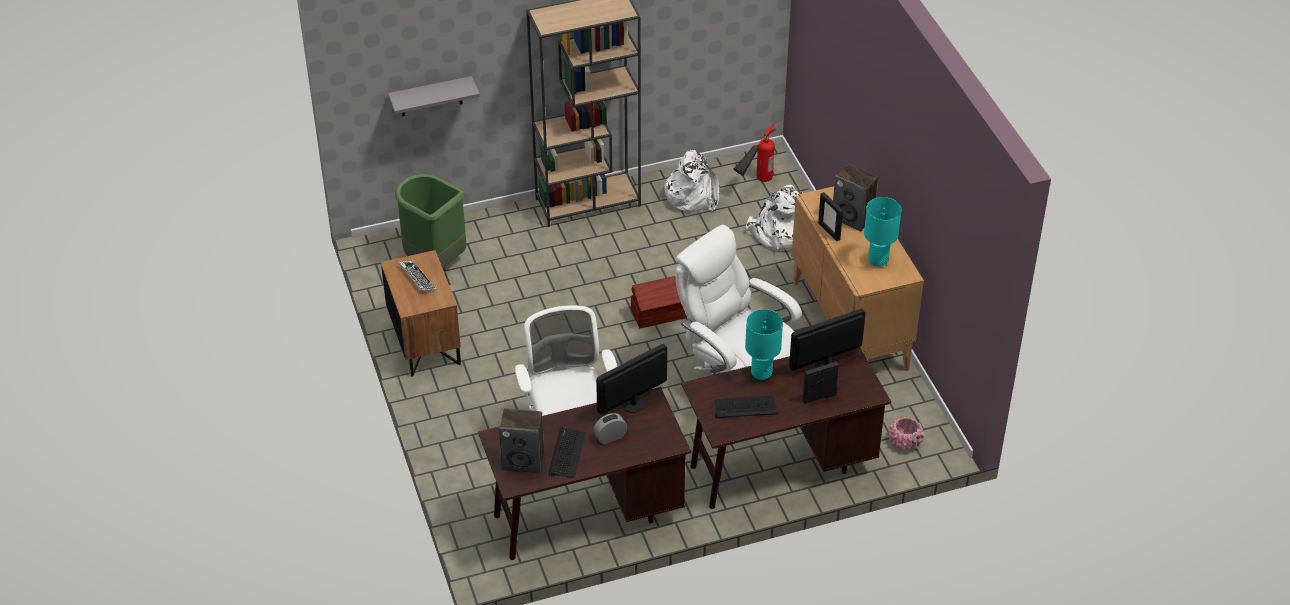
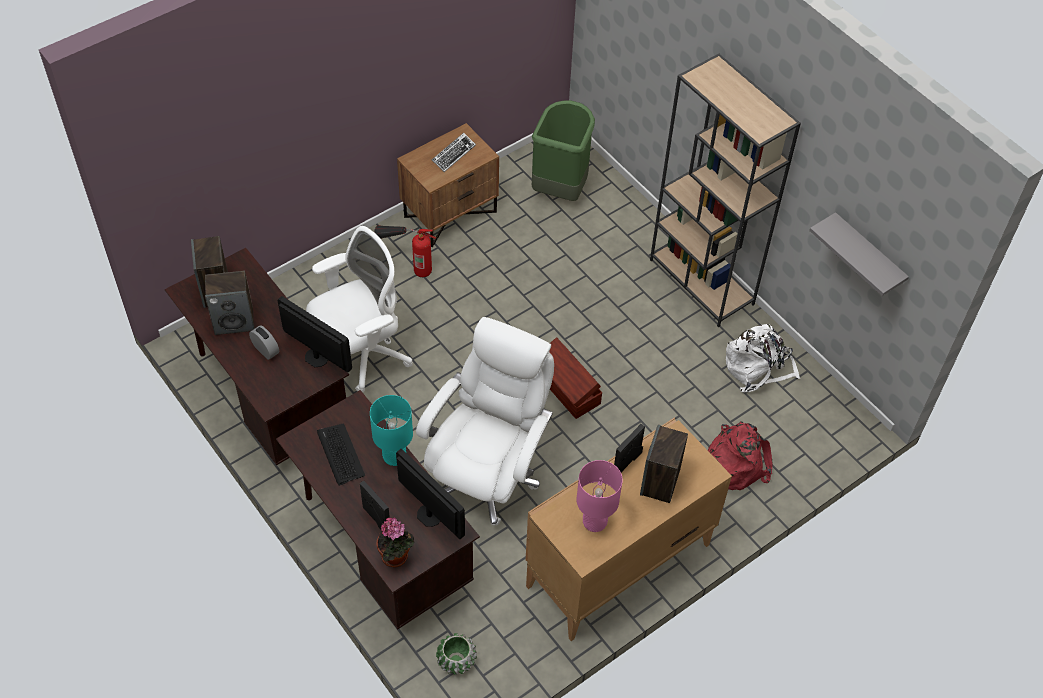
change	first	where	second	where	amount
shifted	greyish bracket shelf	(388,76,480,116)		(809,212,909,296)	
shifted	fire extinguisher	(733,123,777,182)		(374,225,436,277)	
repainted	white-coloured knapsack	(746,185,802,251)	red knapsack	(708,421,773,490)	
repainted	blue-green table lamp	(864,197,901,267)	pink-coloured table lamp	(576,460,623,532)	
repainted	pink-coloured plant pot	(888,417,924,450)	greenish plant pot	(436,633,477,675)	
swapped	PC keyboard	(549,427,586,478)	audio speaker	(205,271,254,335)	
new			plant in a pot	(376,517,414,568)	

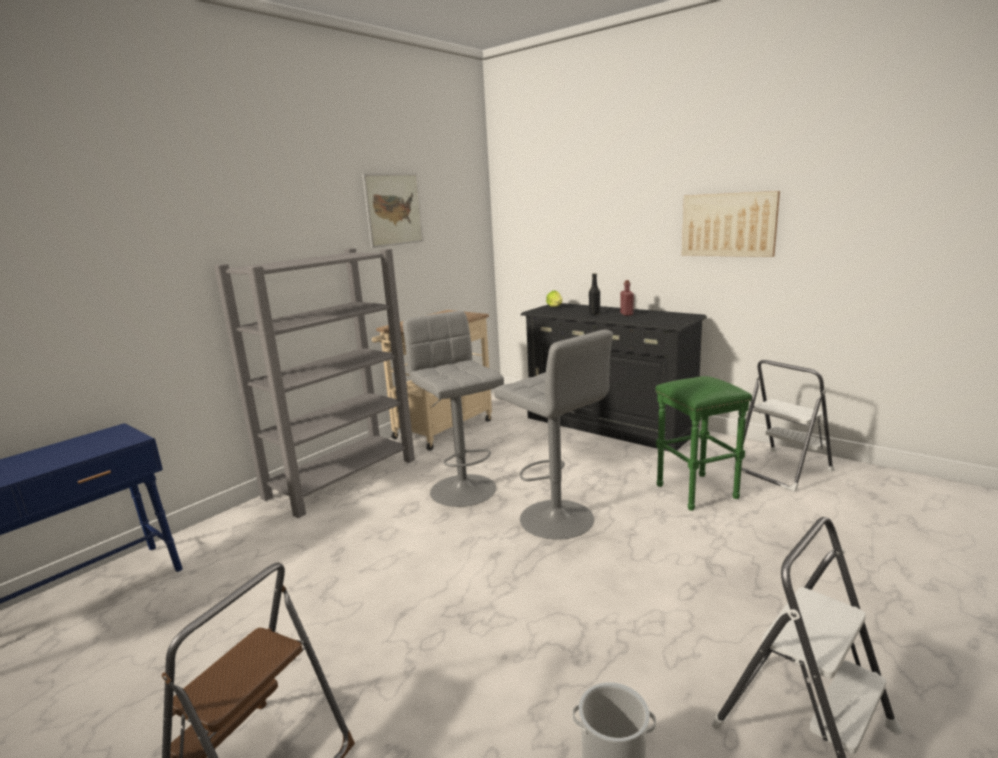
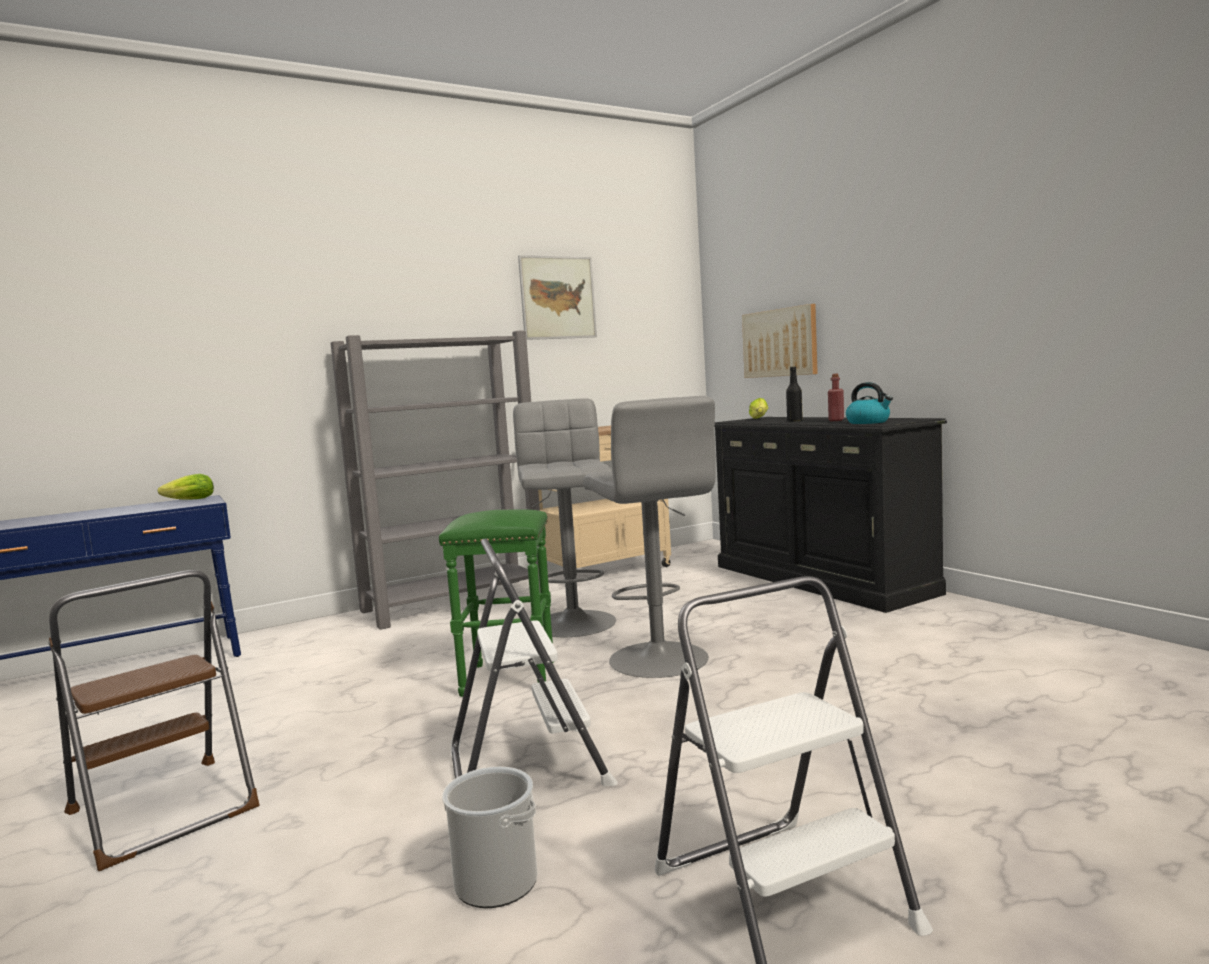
change	first	where	second	where	amount
shifted	picture	(682,191,780,257)		(742,304,818,378)	
shifted	white-coloured step stool	(733,360,835,492)		(451,538,618,787)	
shifted	greenish sitting stool	(656,376,752,510)		(439,510,554,697)	
new			water kettle	(846,382,893,424)	
new			lettuce	(158,474,214,500)	

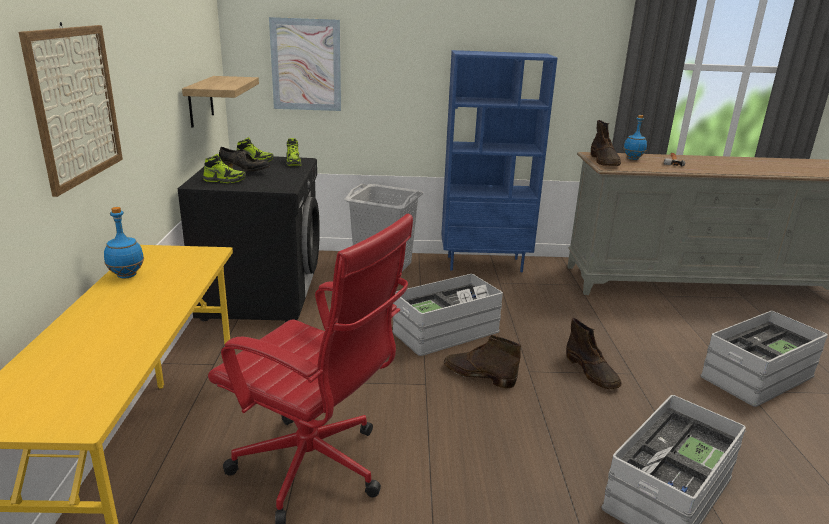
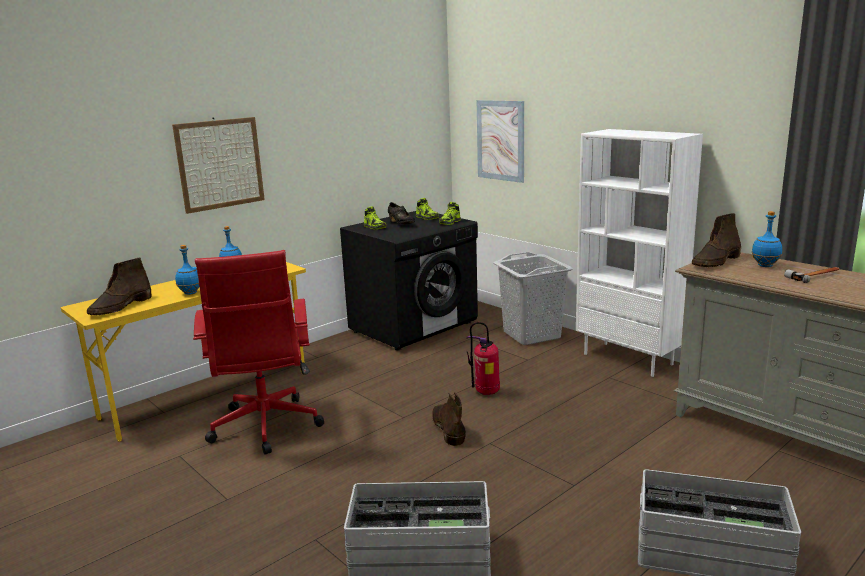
change	first	where	second	where	amount
repainted	bluish bookcase	(441,50,558,272)	white-coloured bookcase	(576,129,703,377)	
gone	bracket shelf	(182,76,259,128)			
swapped	greyish storage container	(392,274,503,356)	fire extinguisher	(466,322,500,395)	
shifted	brown tall boot	(566,318,622,389)		(87,258,151,315)	
new			bluish drink bottle	(175,245,199,295)	

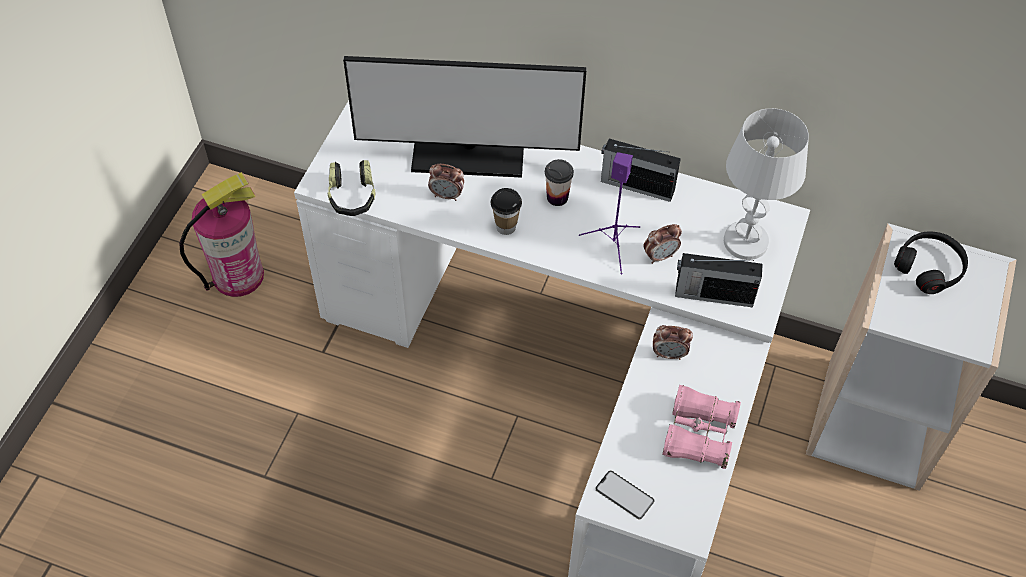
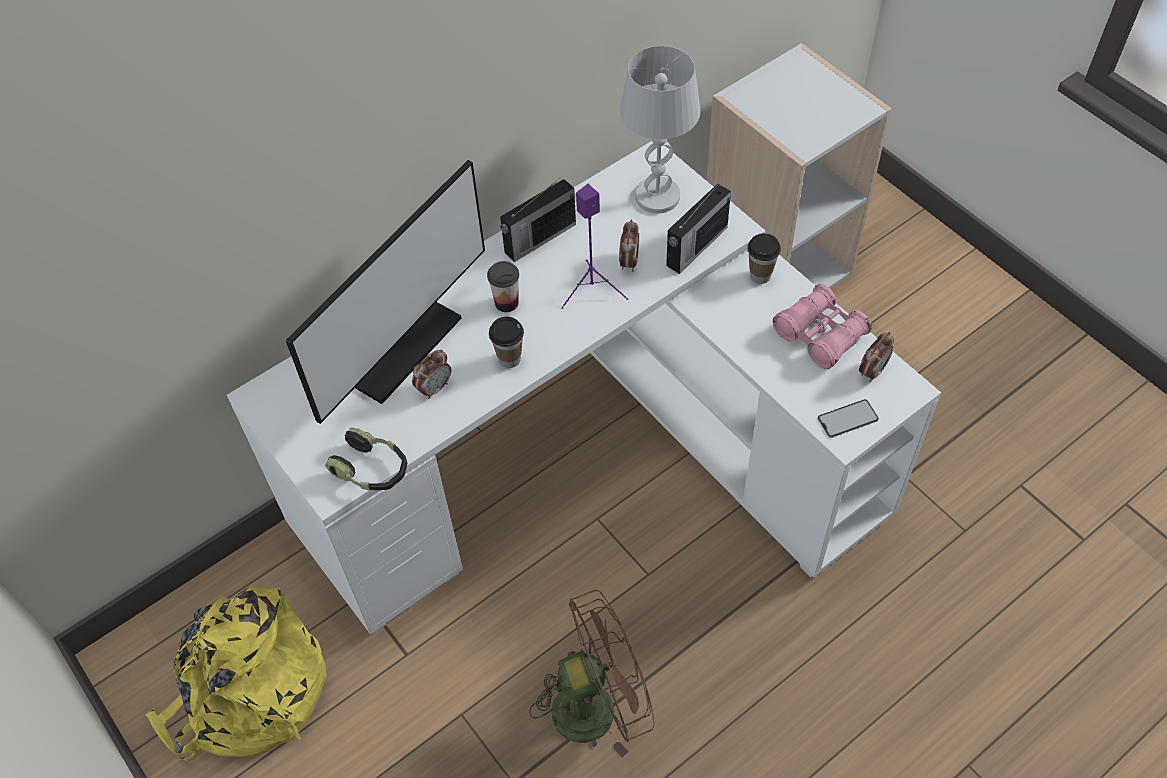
change	first	where	second	where	amount
swapped	fire extinguisher	(179,172,264,297)	yellow knapsack	(146,587,327,761)	
gone	black pair of headphones	(894,232,968,294)			
shifted	bedside clock	(653,325,693,360)		(859,332,894,382)	
new			drinking cup	(747,233,781,284)	
new			brown fan	(529,590,655,757)	

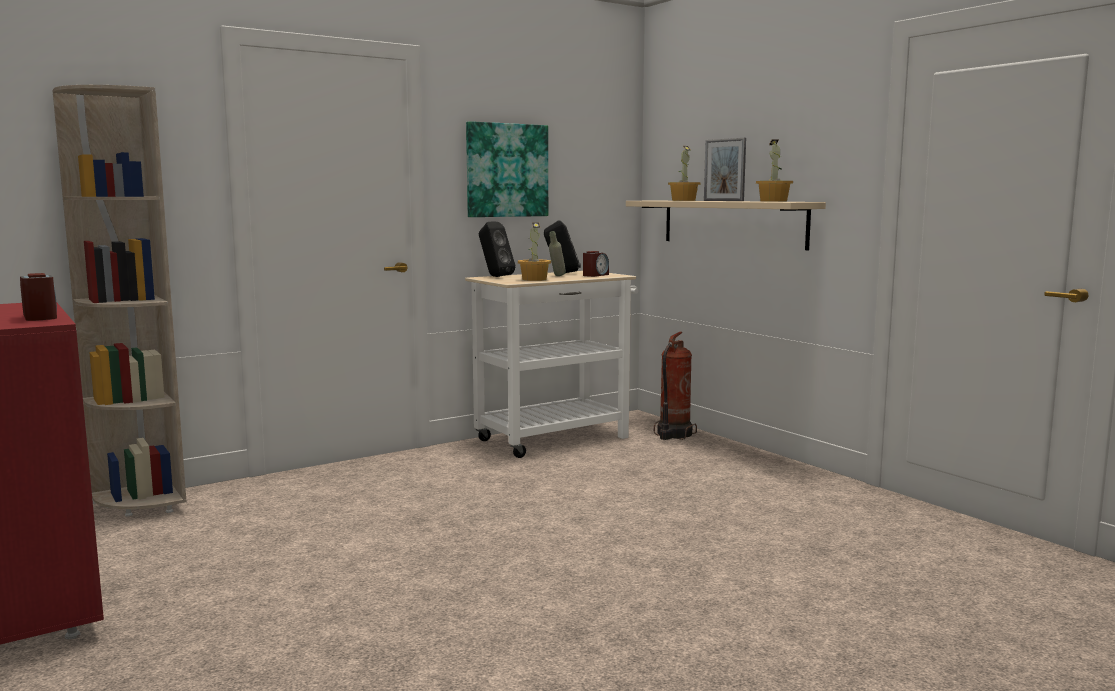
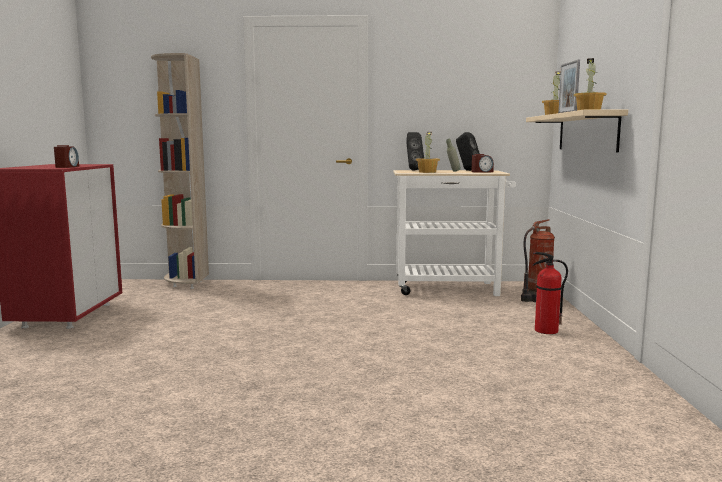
change	first	where	second	where	amount
gone	picture	(466,121,548,217)			
new			fire extinguisher	(533,252,568,334)	

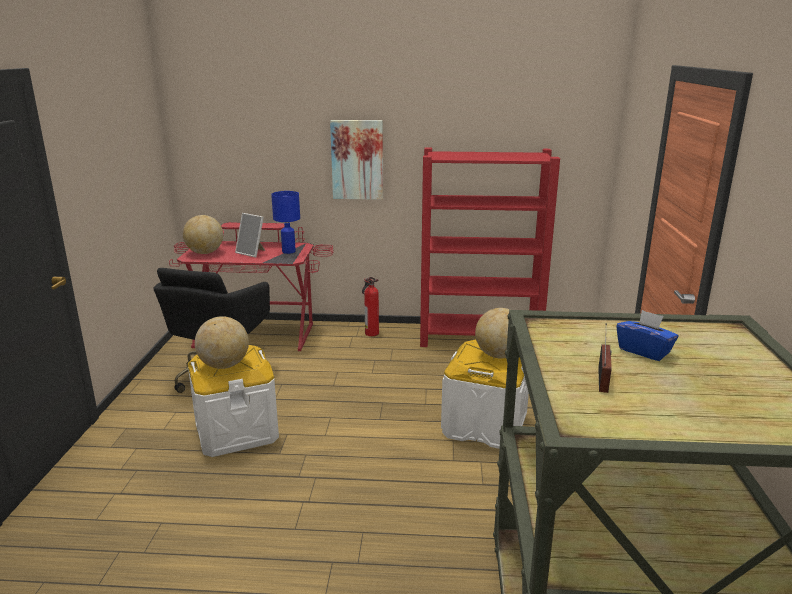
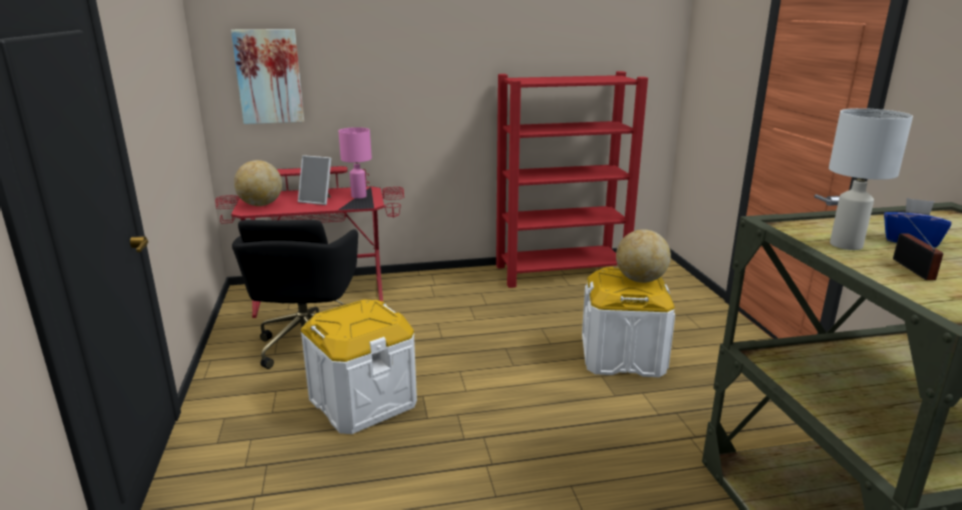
change	first	where	second	where	amount
shifted	picture	(330,120,383,200)		(231,29,304,124)	
repainted	bluish table lamp	(271,191,300,254)	pink-coloured table lamp	(339,127,372,199)	
gone	fire extinguisher	(362,277,379,336)			
gone	world globe	(195,316,249,369)			
new			white-coloured table lamp	(829,108,913,250)	

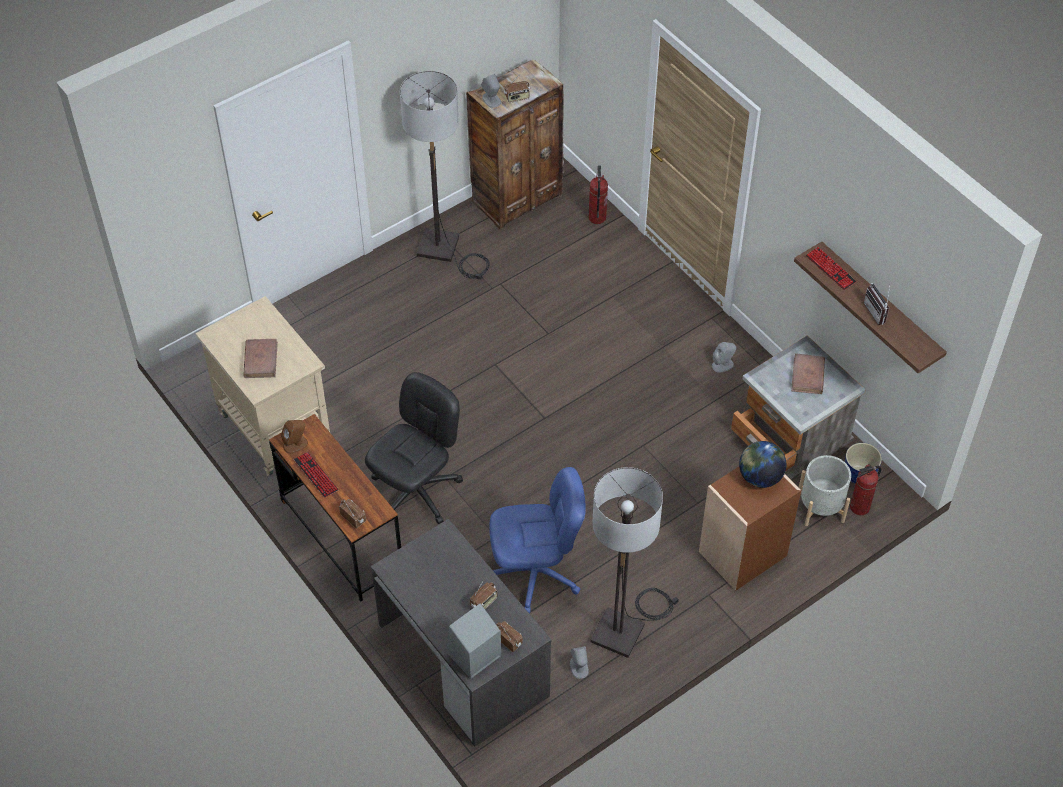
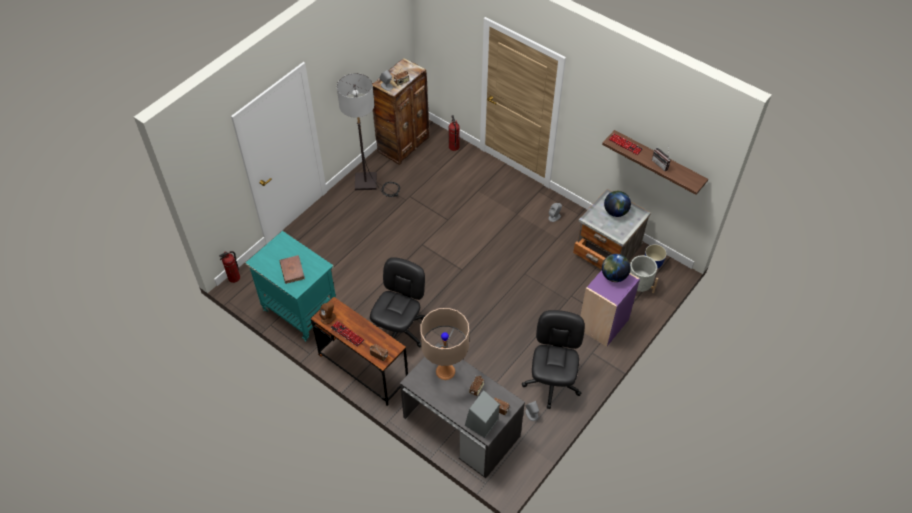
change	first	where	second	where	amount
repainted	beige-coloured trolley	(195,296,330,476)	blue-green trolley	(245,231,336,342)	
swapped	brown volume	(791,353,825,394)	world globe	(604,191,631,217)	
shifted	fire extinguisher	(850,464,881,515)		(219,251,240,283)	
gone	bluish desk chair	(489,467,586,614)			
swapped	standing lamp	(590,467,679,658)	black desk chair	(522,310,585,409)	
repainted	brown bookcase	(699,467,801,591)	purplish bookcase	(581,270,640,347)	
new			beige-coloured table lamp	(420,308,469,380)	

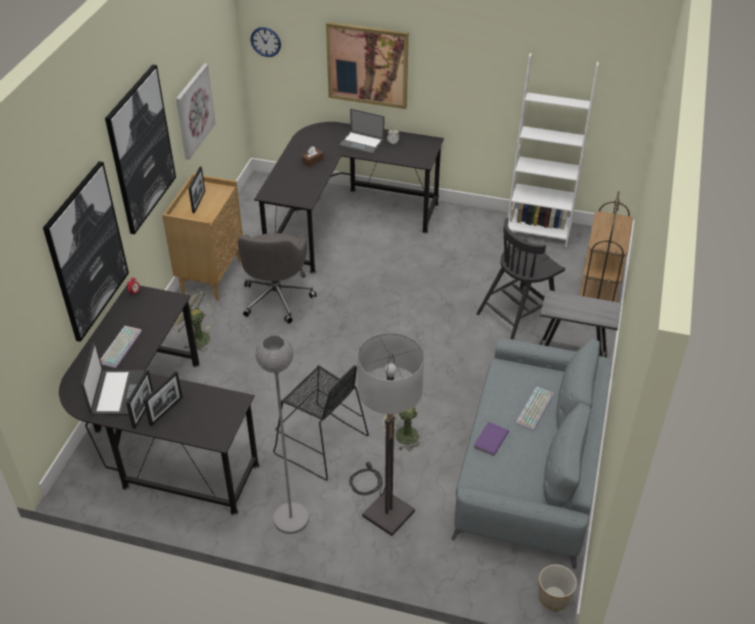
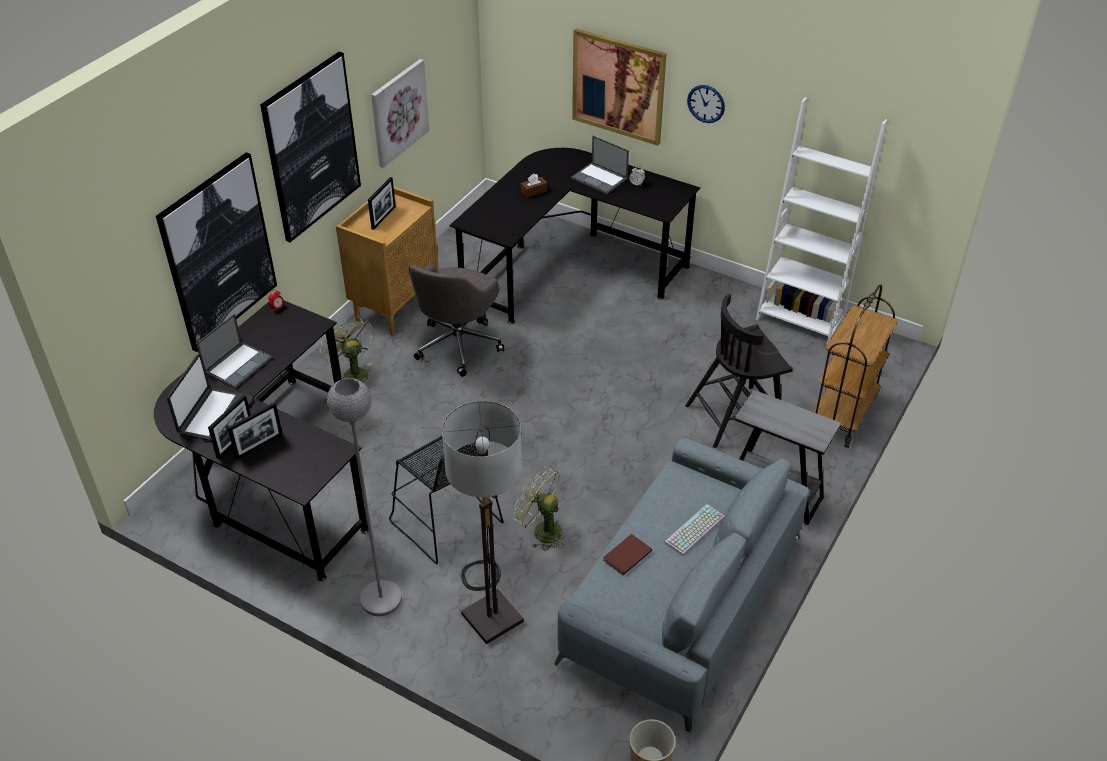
change	first	where	second	where	amount
shifted	wall clock	(250,27,281,57)		(687,85,725,123)	
swapped	PC keyboard	(100,326,142,368)	laptop	(196,314,272,389)	
repainted	purplish volume	(473,422,509,456)	brown volume	(603,534,652,575)	

